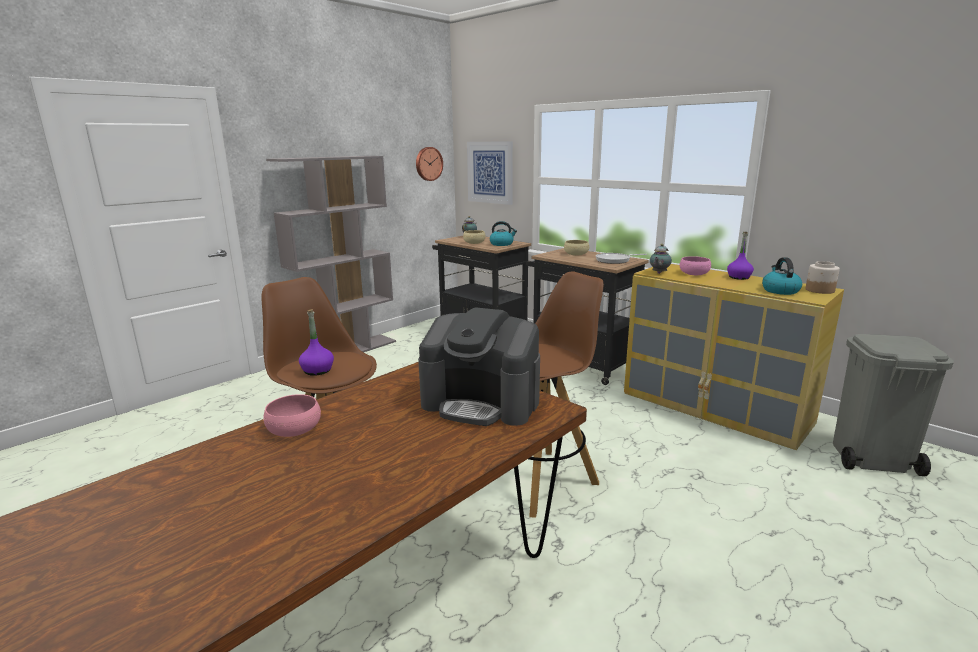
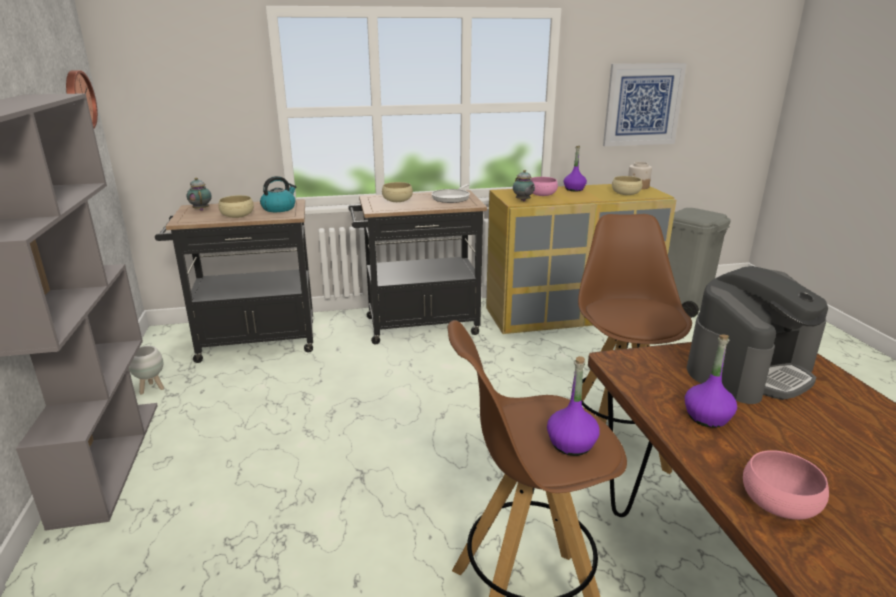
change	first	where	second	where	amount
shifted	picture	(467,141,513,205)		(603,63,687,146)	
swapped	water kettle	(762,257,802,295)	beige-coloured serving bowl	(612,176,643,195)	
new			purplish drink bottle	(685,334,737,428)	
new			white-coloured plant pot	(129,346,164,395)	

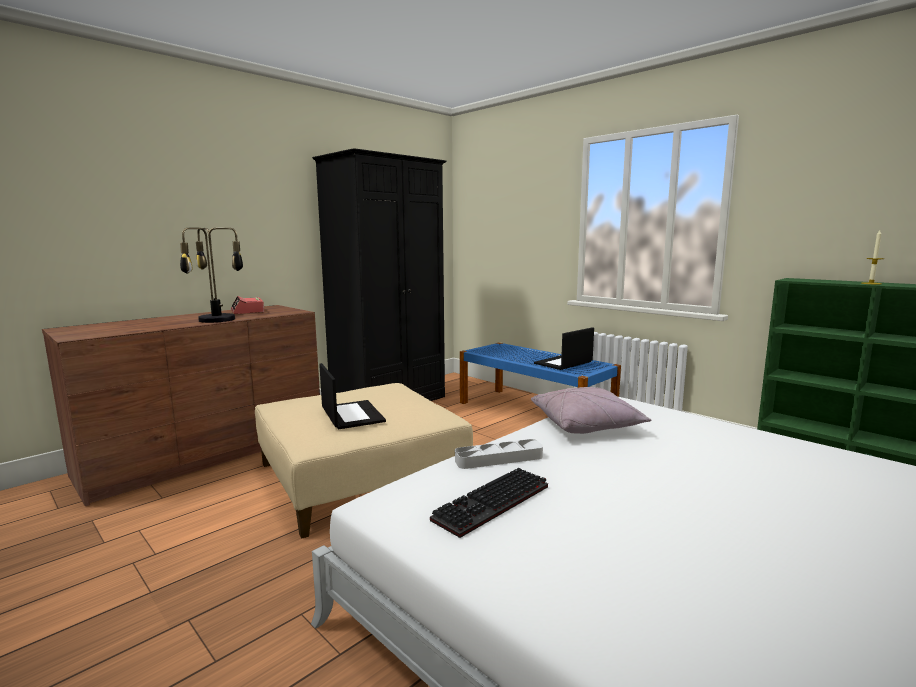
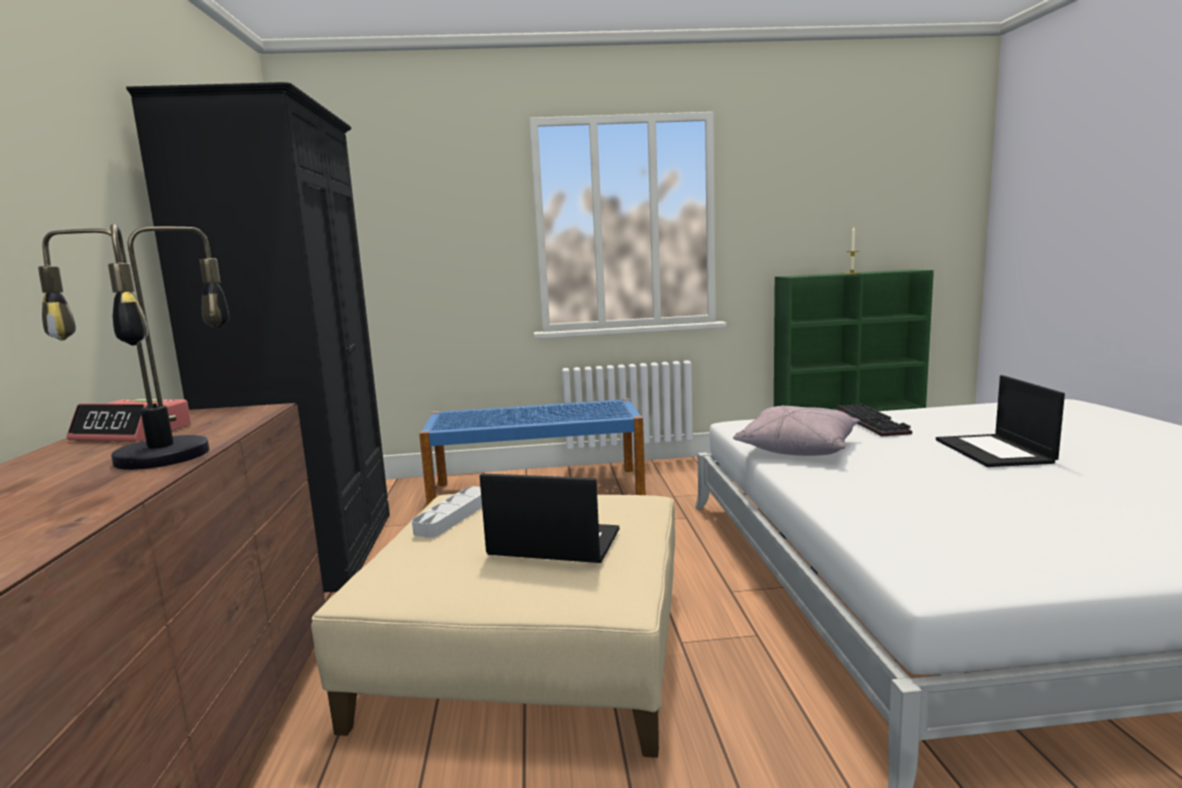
change	first	where	second	where	amount
shifted	laptop	(534,327,594,370)		(936,375,1065,467)	
shifted	greyish serving tray	(455,439,543,469)		(412,486,482,538)	
shifted	PC keyboard	(430,468,548,538)		(835,404,912,436)	

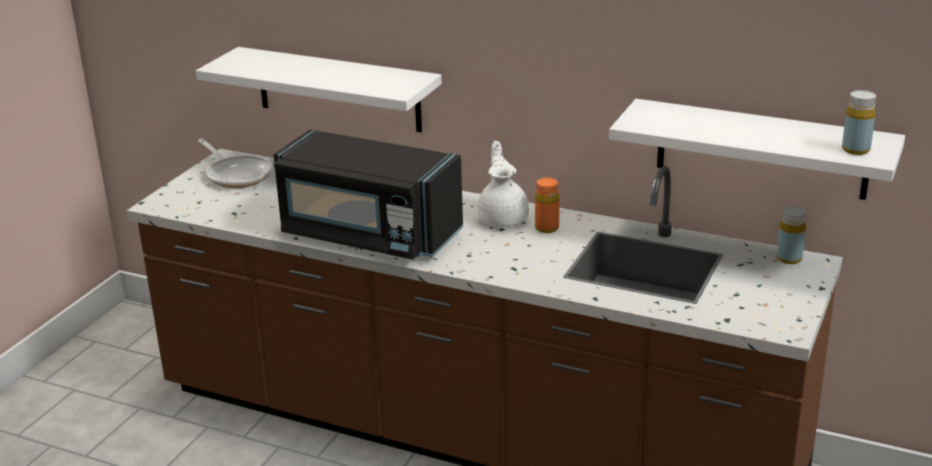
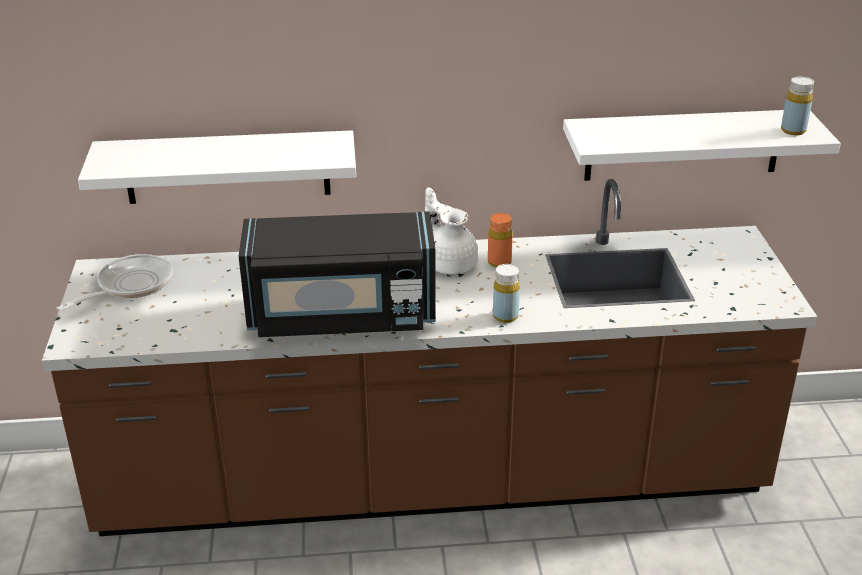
change	first	where	second	where	amount
rotated	skillet	(198,139,272,188)		(57,254,173,311)	75 degrees counterclockwise
shifted	yellow drink bottle	(776,205,806,264)		(493,264,520,323)	

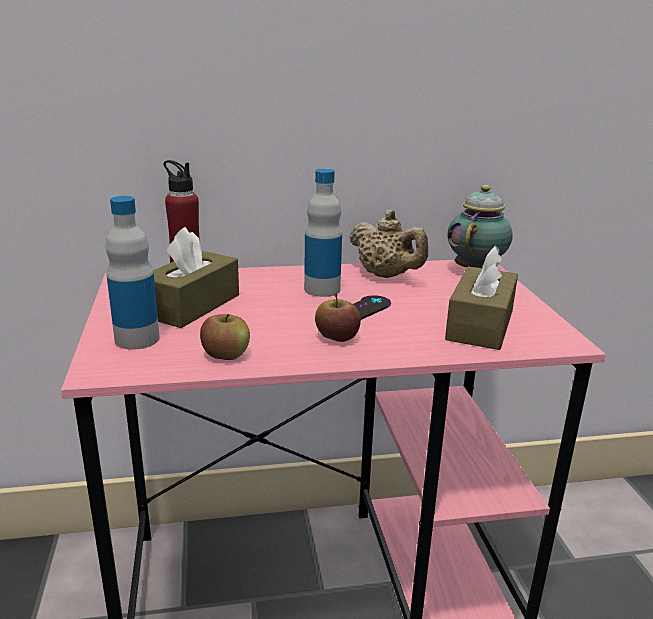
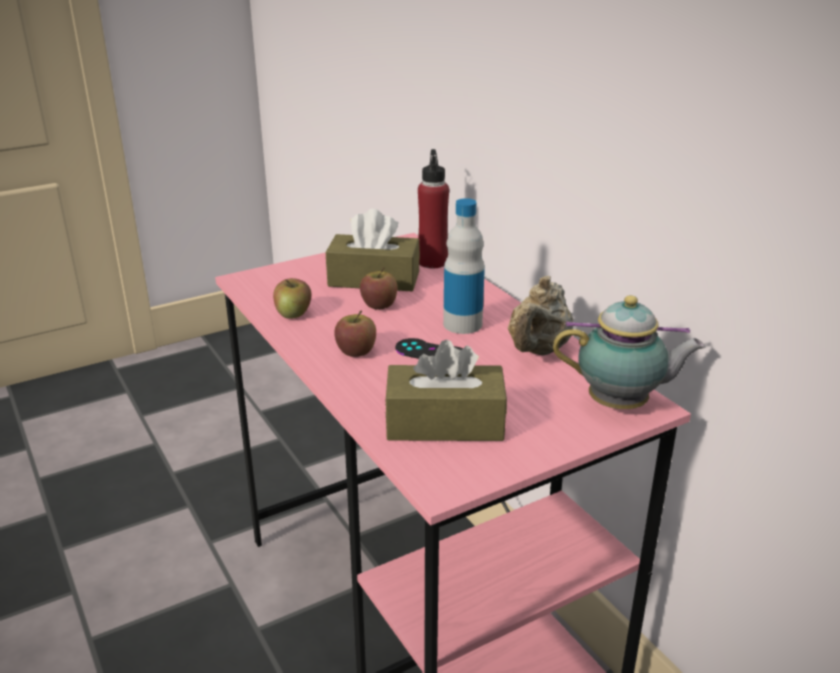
change	first	where	second	where	amount
gone	drink bottle	(106,196,160,350)			
new			apple	(360,267,397,310)	

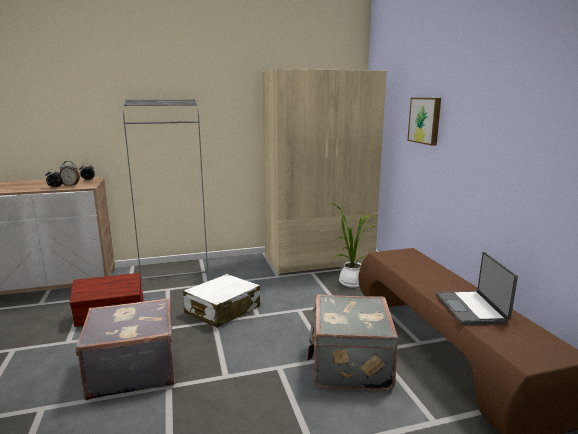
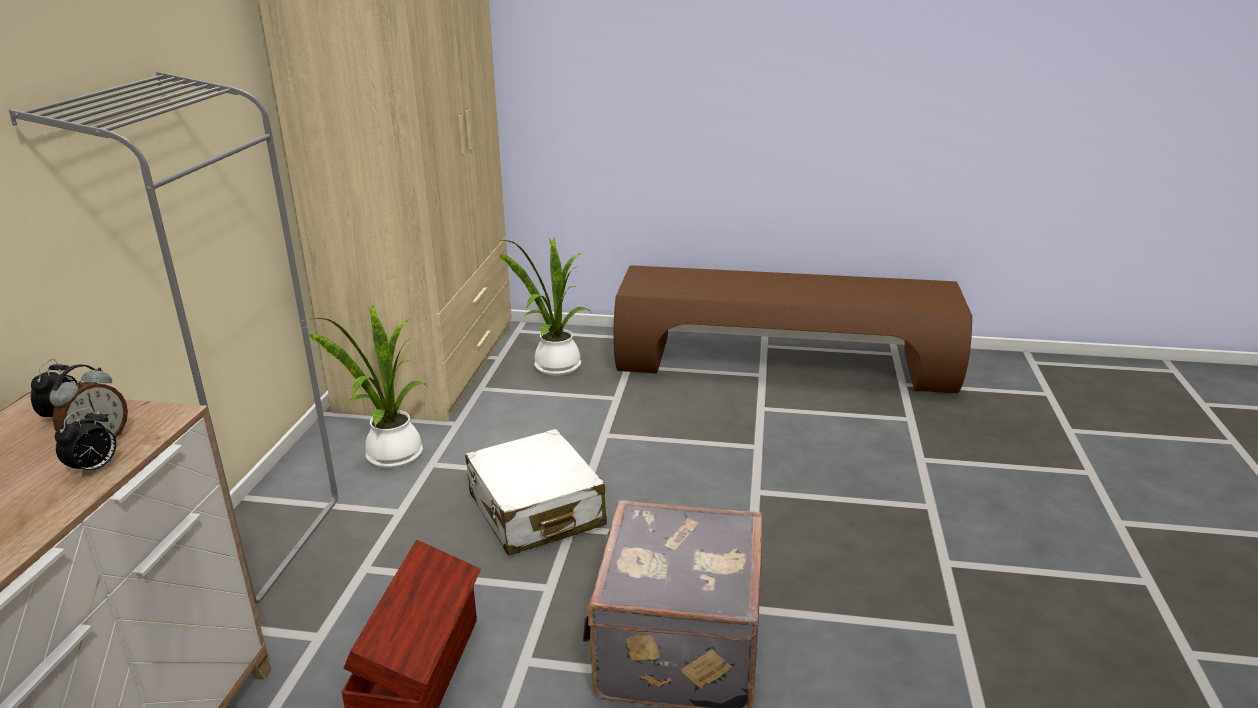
change	first	where	second	where	amount
gone	picture	(407,98,441,146)			
gone	laptop	(436,252,518,325)			
gone	greyish piece of luggage	(307,294,398,391)			
new			plant in a pot	(309,305,427,468)	

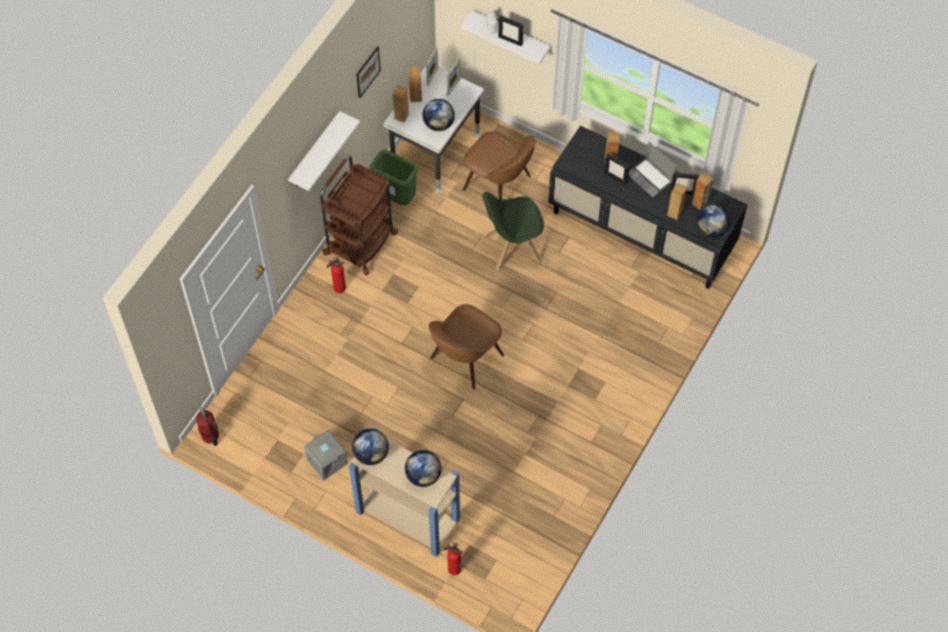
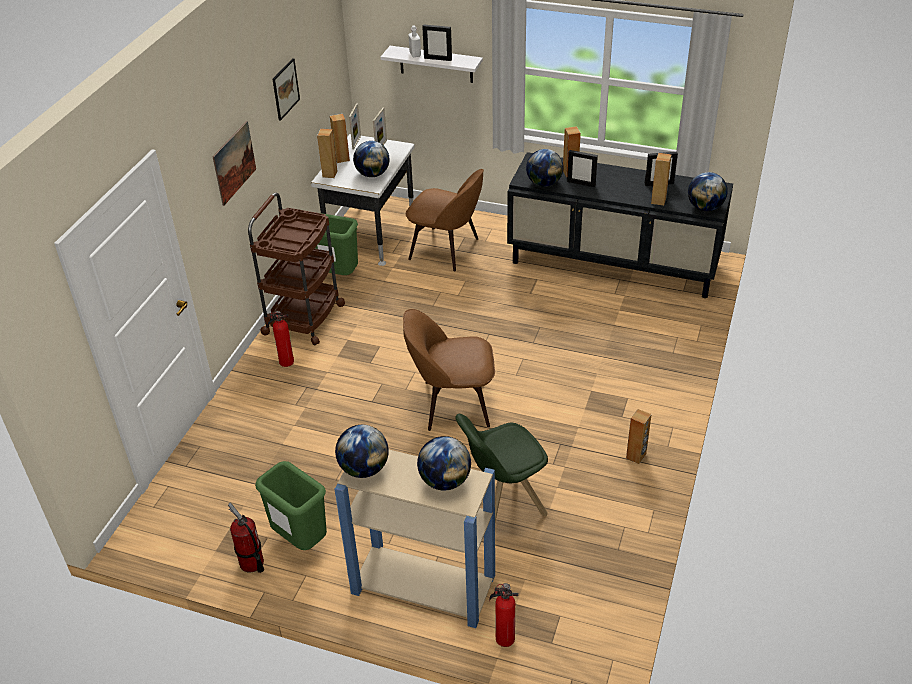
change	first	where	second	where	amount
swapped	white-coloured bracket shelf	(288,111,360,191)	picture	(212,121,256,206)	
gone	laptop	(628,142,676,197)			
shifted	brown audio speaker	(692,173,713,210)		(626,409,652,464)	
shifted	greenish plain chair	(482,192,544,271)		(456,414,548,522)	
rotated	brown plain chair	(429,304,504,389)		(403,309,495,431)	60 degrees clockwise
shifted	fire extinguisher	(196,402,219,446)		(228,503,264,573)	
swapped	greyish storage container	(304,430,348,481)	greenish rubbish bin	(255,461,327,550)	
new			world globe	(526,149,563,187)	

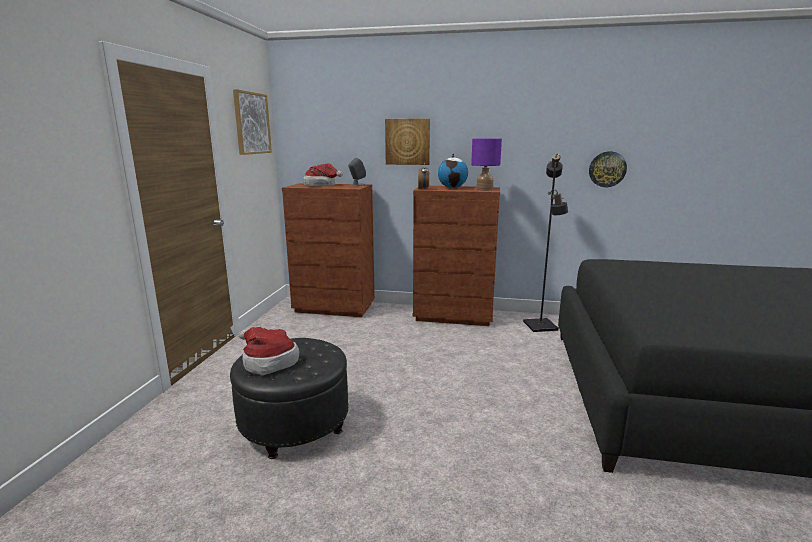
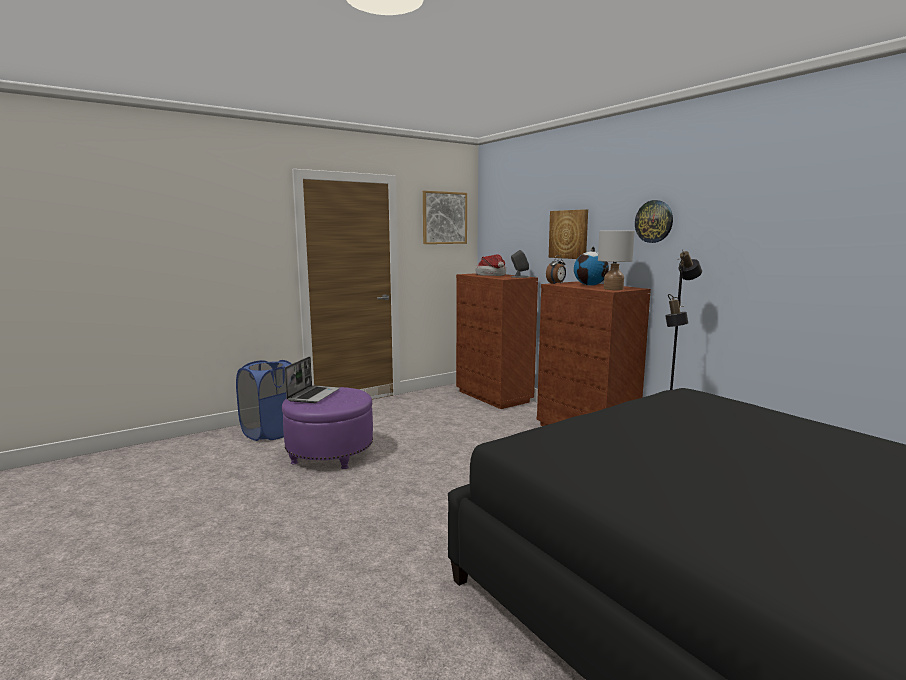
change	first	where	second	where	amount
repainted	purplish table lamp	(471,138,502,190)	greyish table lamp	(598,231,635,290)	
shifted	wall clock	(589,151,627,187)		(635,200,673,243)	
swapped	hat	(239,327,299,375)	laptop	(285,356,340,403)	
repainted	black pouffe	(230,338,349,459)	purplish pouffe	(282,387,373,469)	
new			bluish hamper	(236,360,292,441)	

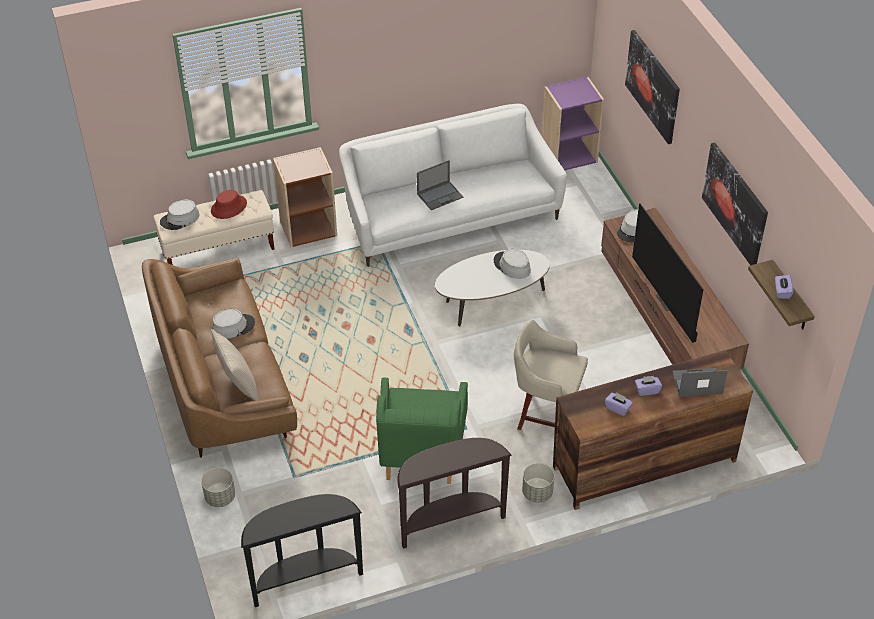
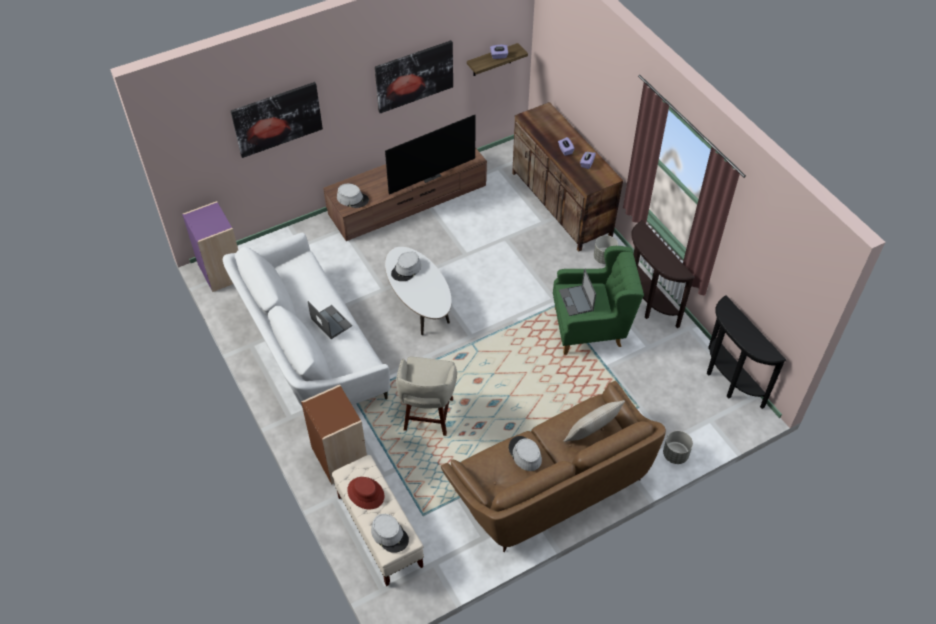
change	first	where	second	where	amount
shifted	beige-coloured sitting stool	(514,320,588,430)		(396,357,457,436)	
shifted	laptop	(672,368,728,397)		(559,269,596,316)	

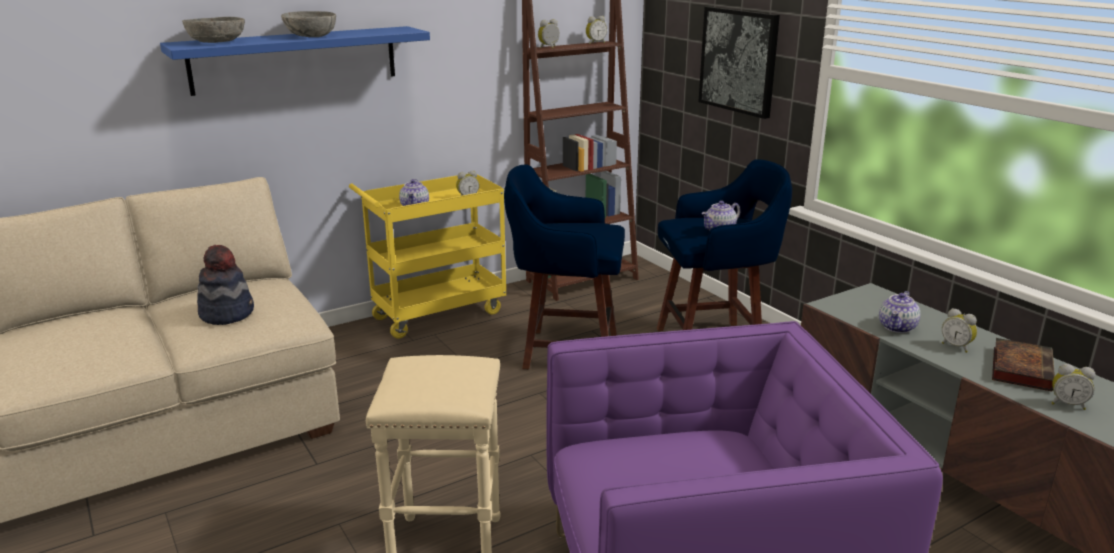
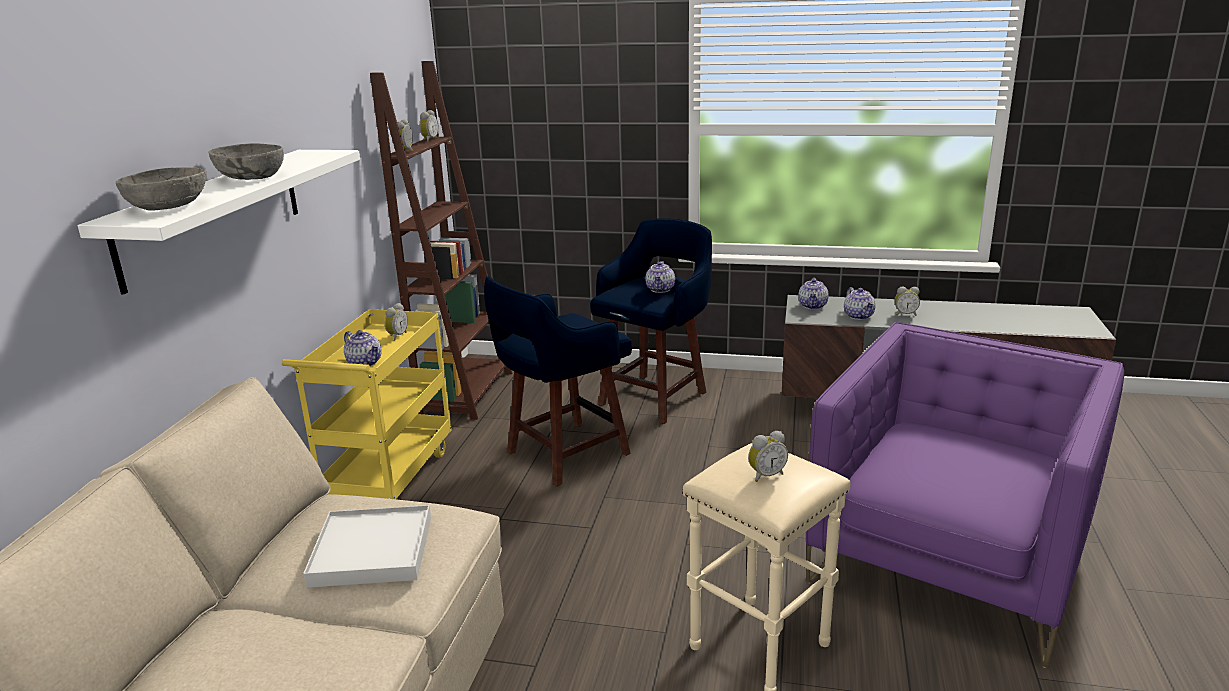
change	first	where	second	where	amount
gone	picture	(698,7,780,119)			
repainted	bluish bracket shelf	(160,26,430,96)	white-coloured bracket shelf	(78,150,360,295)	
swapped	hat	(197,245,254,325)	white-coloured serving tray	(303,505,431,588)	
gone	volume	(992,338,1055,391)			
shifted	bedside clock	(1052,364,1095,410)		(748,431,788,482)	
new			pot for tea	(798,278,829,309)	

